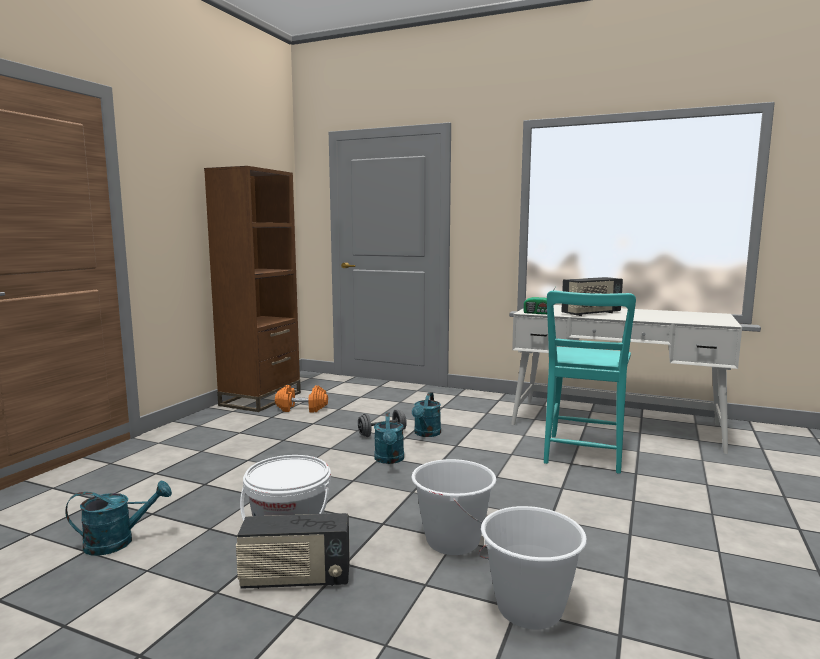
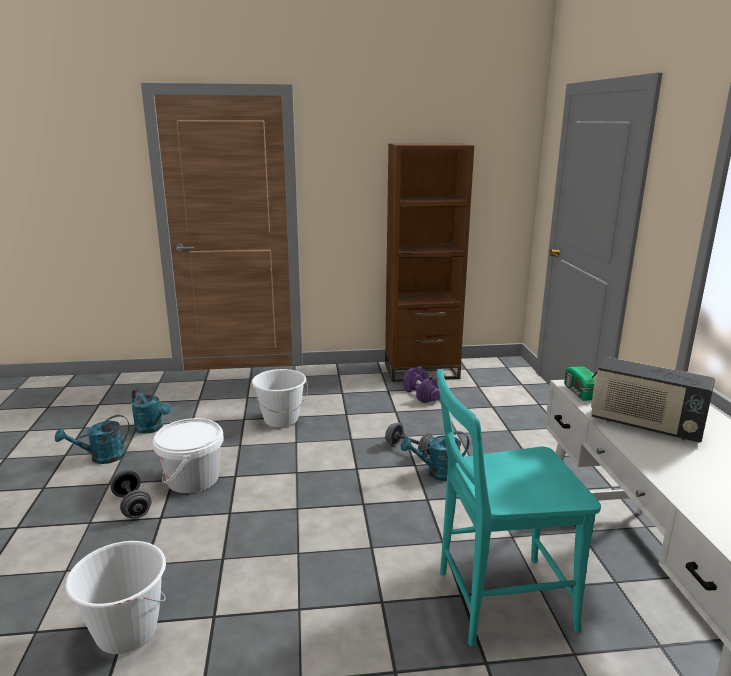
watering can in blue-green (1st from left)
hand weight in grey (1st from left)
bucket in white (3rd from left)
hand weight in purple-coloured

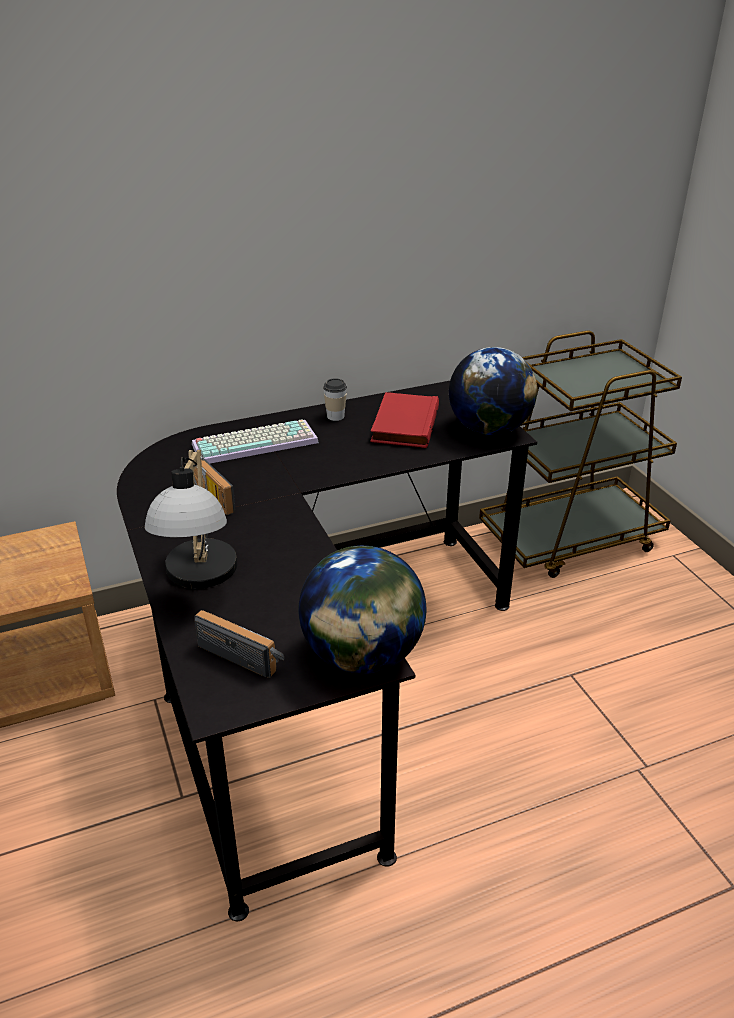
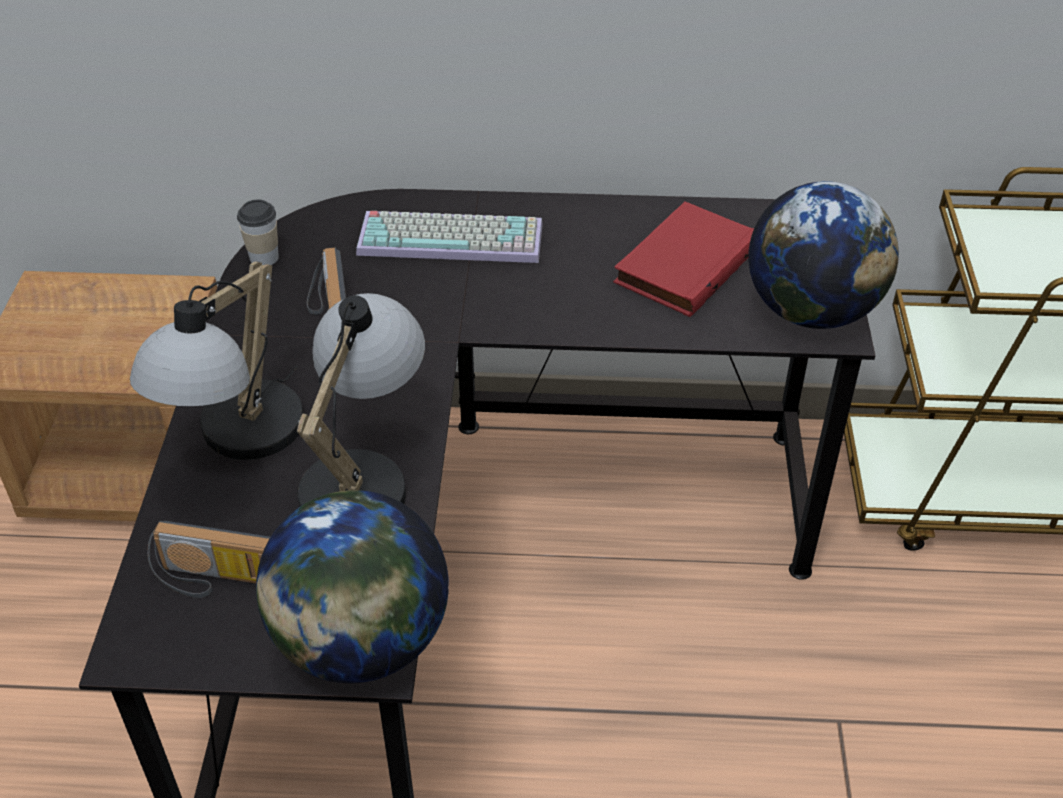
radio set (1st from left)
small cup
tabletop lamp (2nd from left)

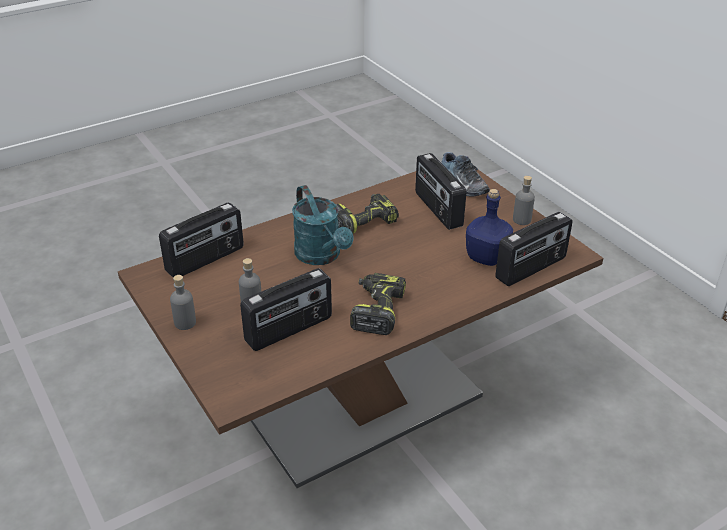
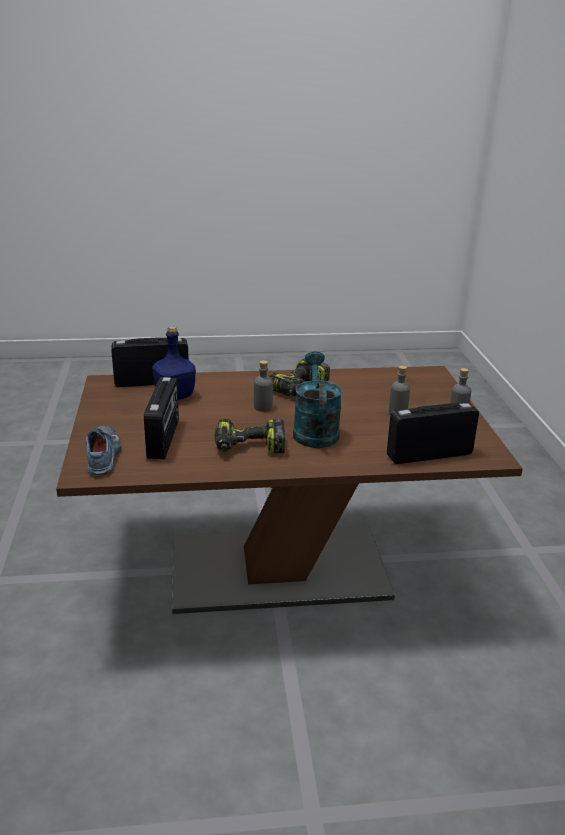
beverage bottle in grey (1st from left)
radio set (2nd from left in the first image)

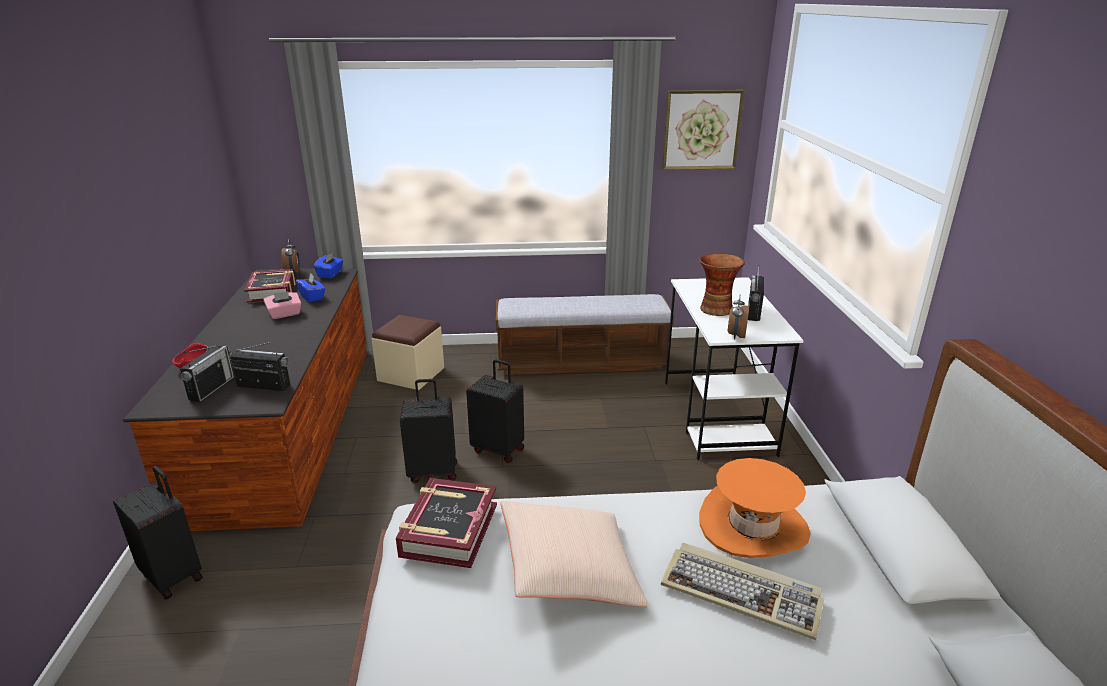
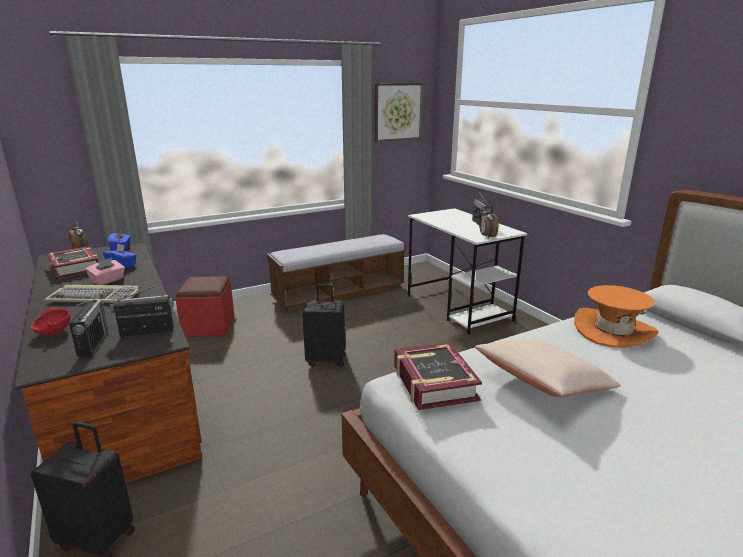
PC keyboard
pouffe in red-coloured
suitcase in black-coloured (2nd from left in the first image)
decorative vase

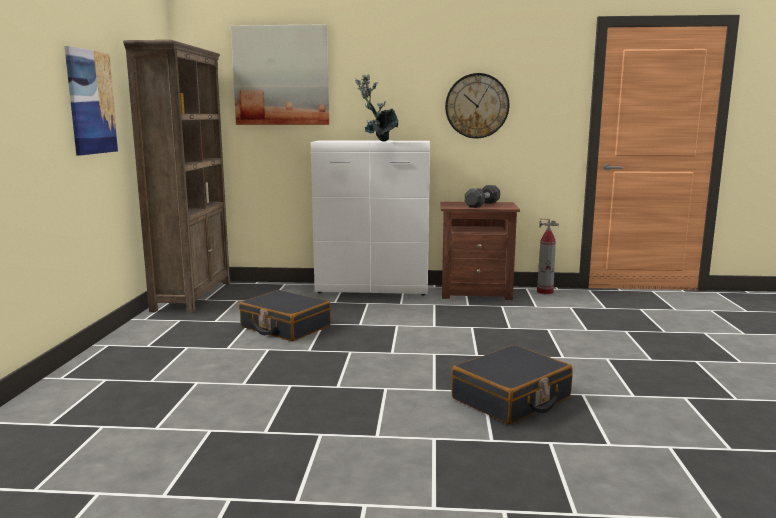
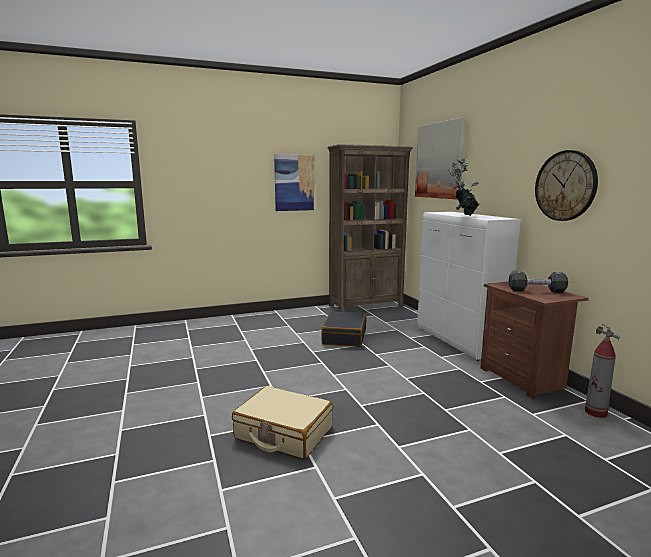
suitcase in beige-coloured

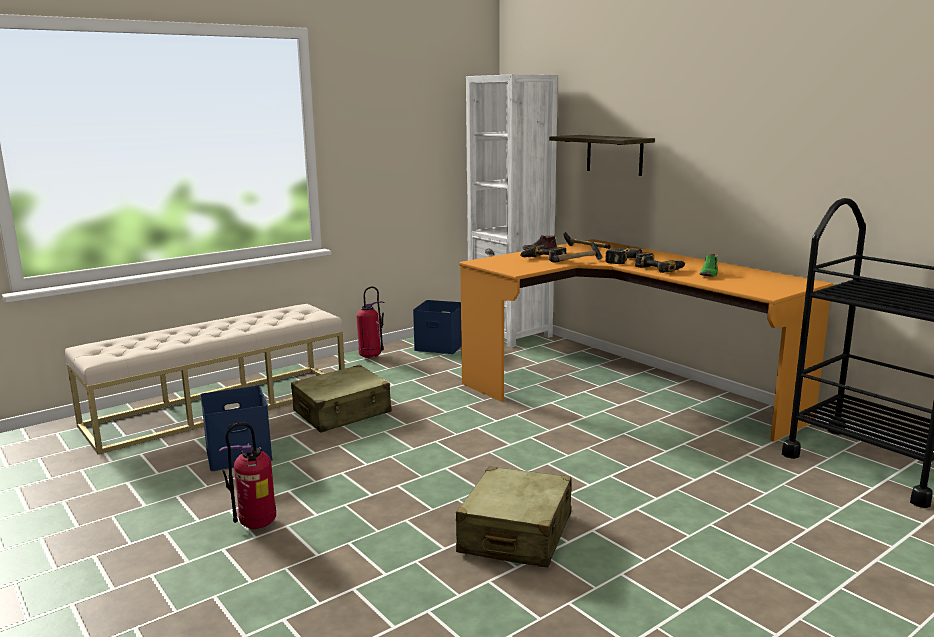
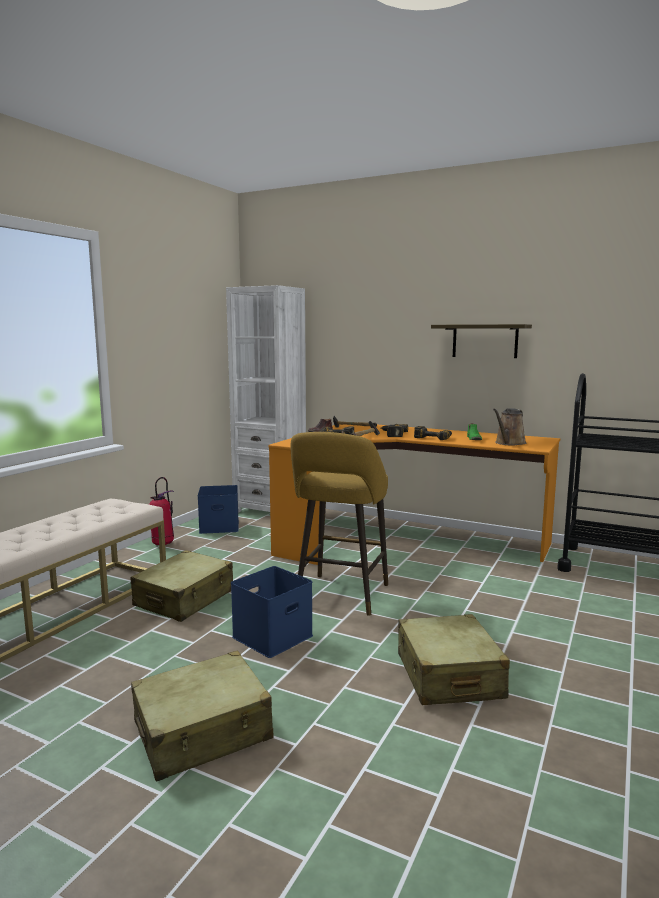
suitcase in beige-coloured (2nd from left)
storage container in blue-coloured (2nd from left)
sitting stool in yellow-coloured
wall shelf
watering can in brown

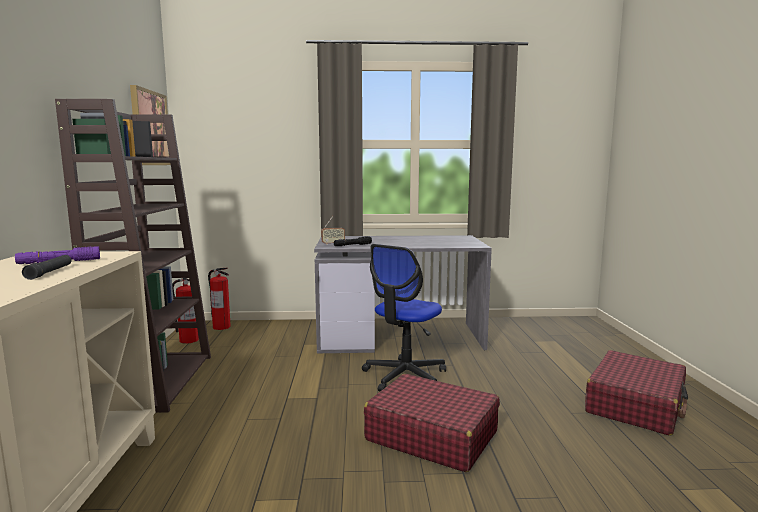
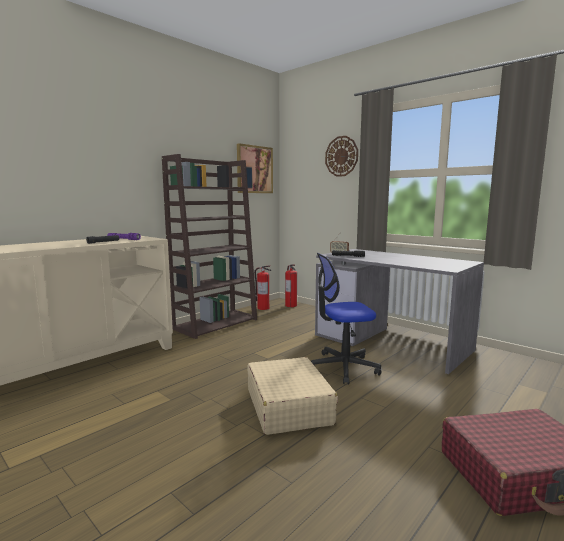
suitcase in beige-coloured
wall clock

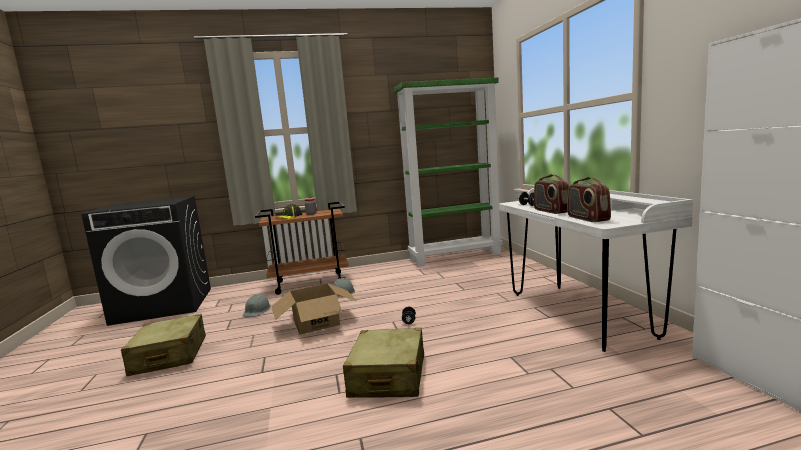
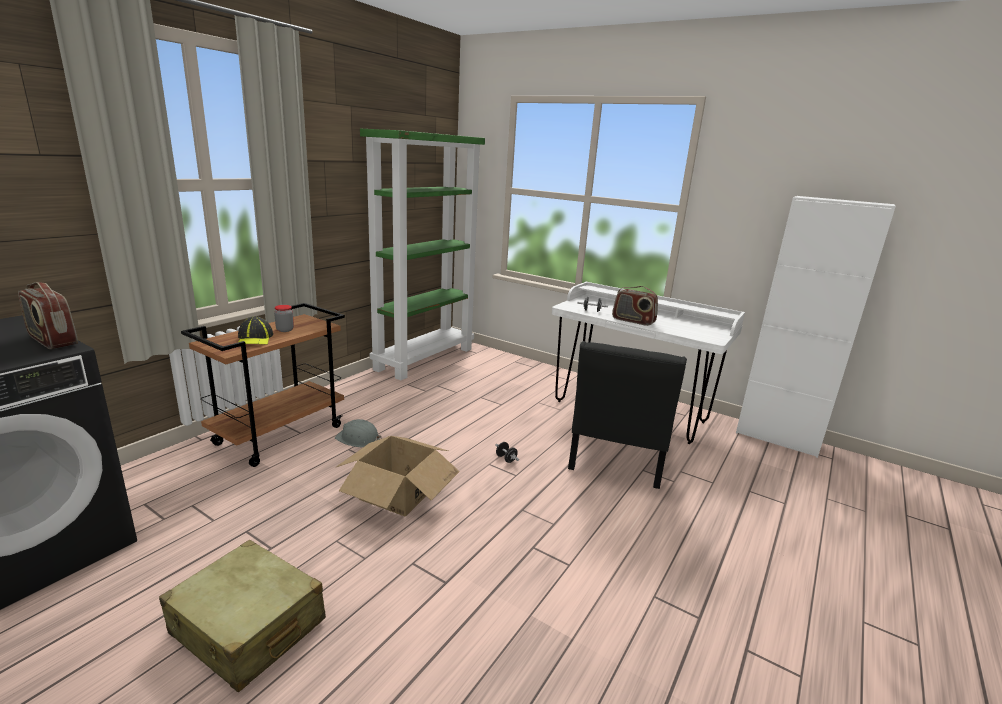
radio set (1st from left)
chair in black-coloured
work helmet in grey (1st from left in the first image)
suitcase in beige-coloured (2nd from left in the first image)

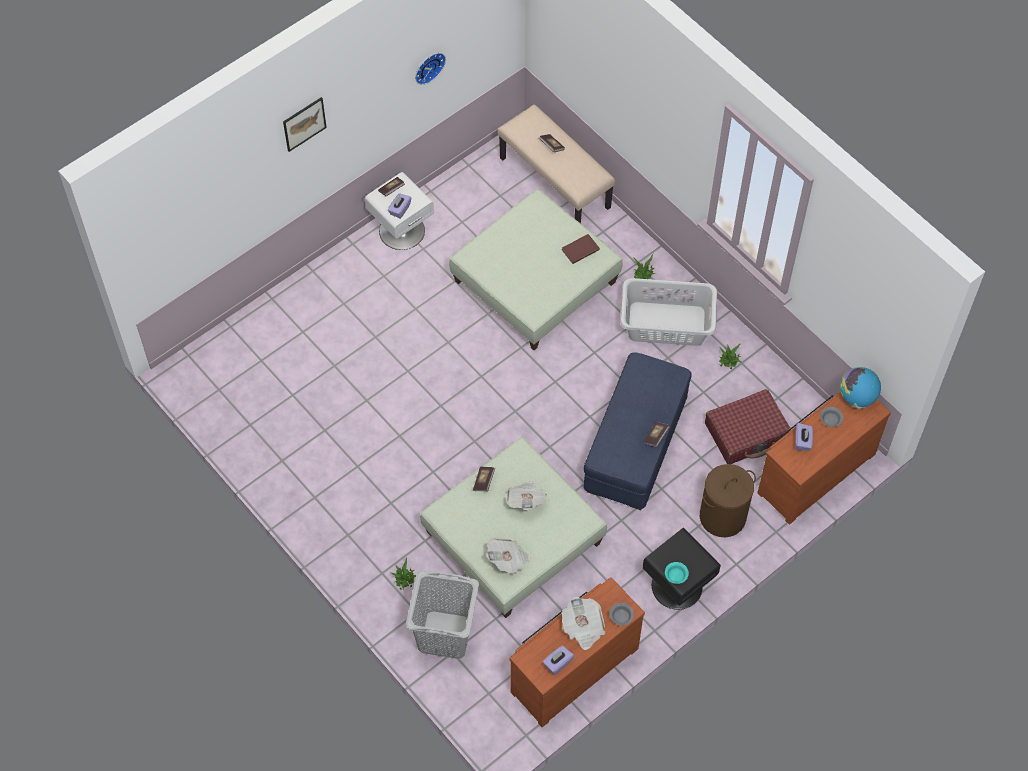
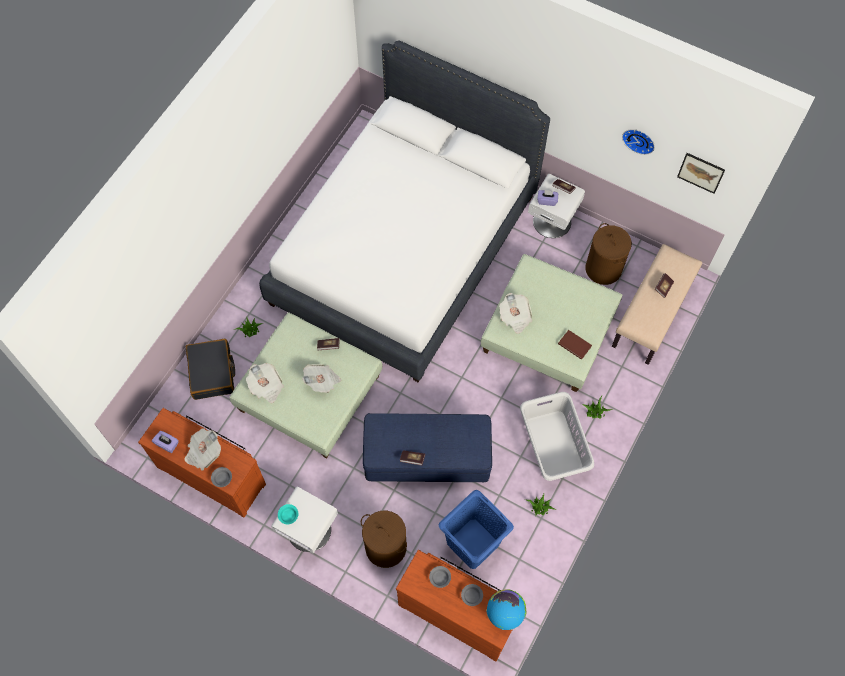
suitcase in black-coloured
bedroom bed in white
night table in white (1st from left)
bowl in grey (2nd from left)
washing basket in blue-coloured
newspaper (4th from left)
washing basket in brown (2nd from left)
picture

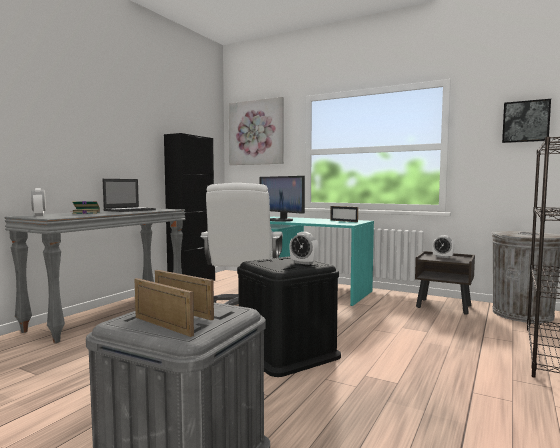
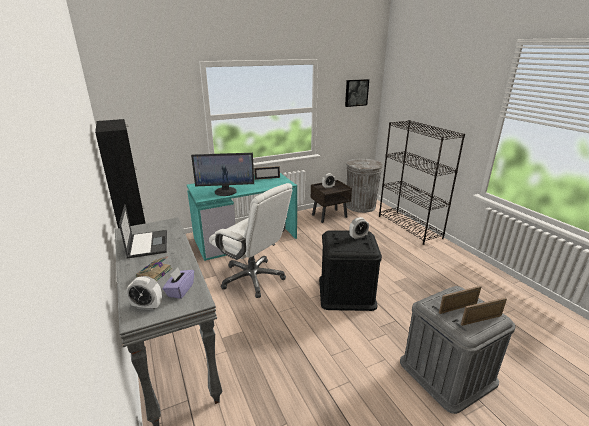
box of tissues in purple-coloured
picture (1st from left in the first image)

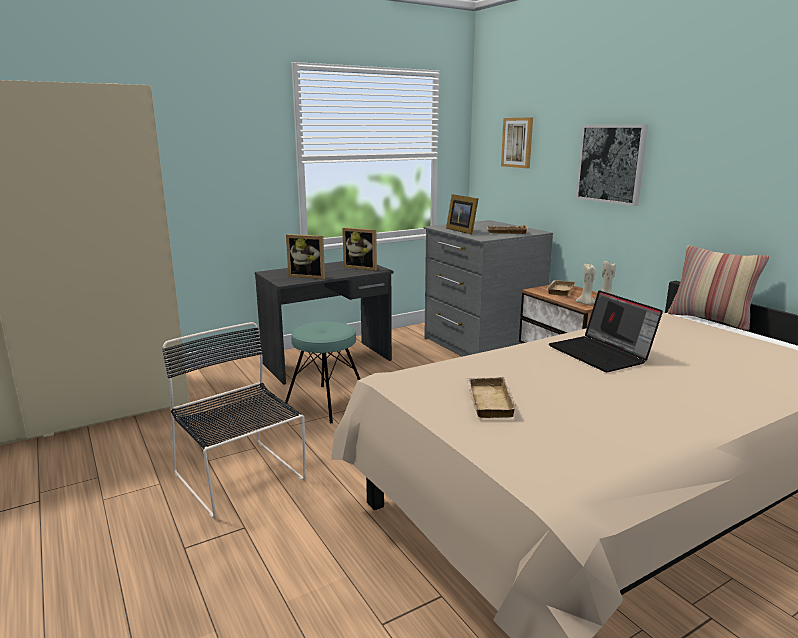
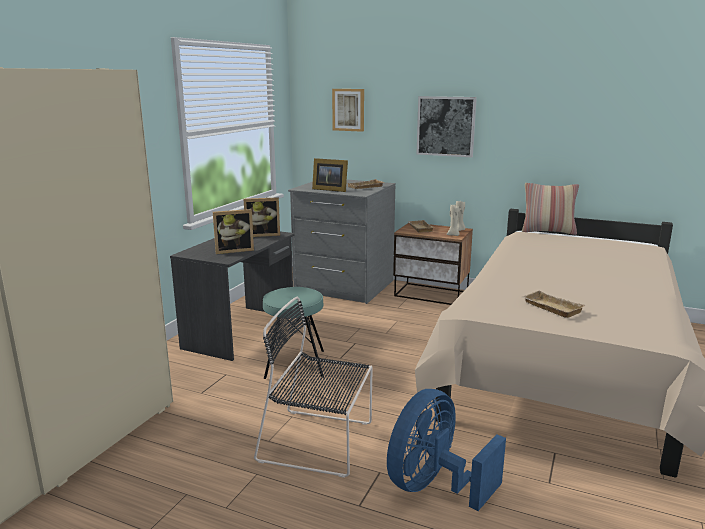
electric fan in blue-coloured
laptop

